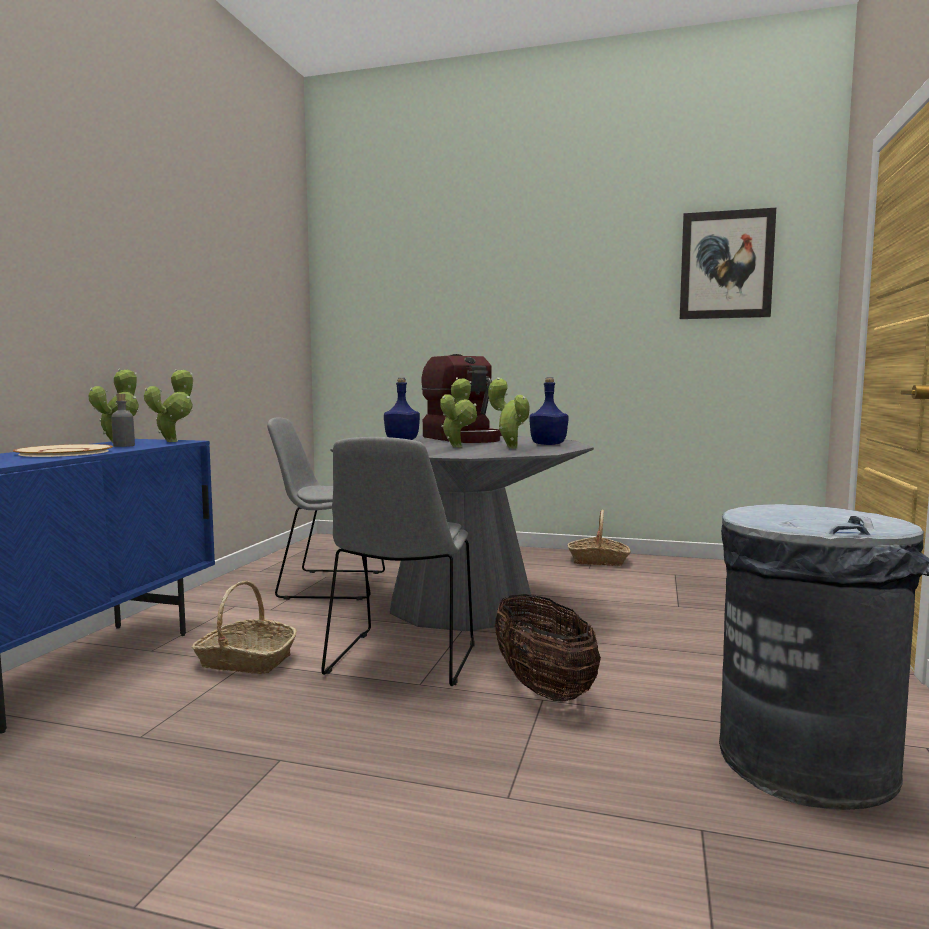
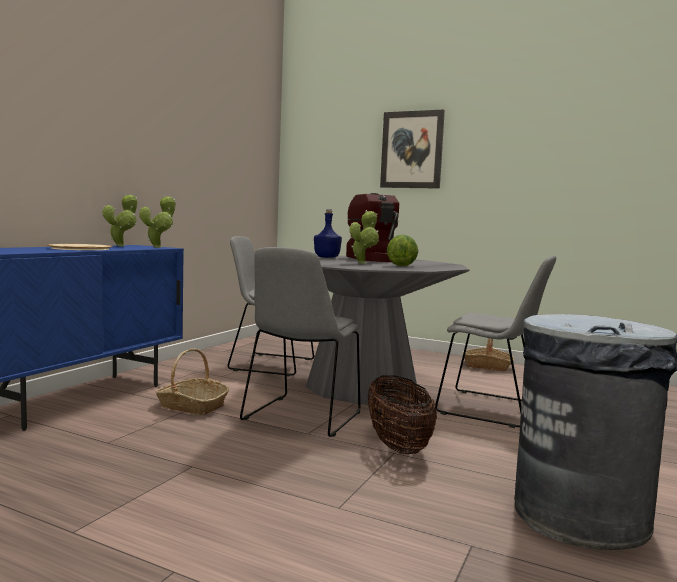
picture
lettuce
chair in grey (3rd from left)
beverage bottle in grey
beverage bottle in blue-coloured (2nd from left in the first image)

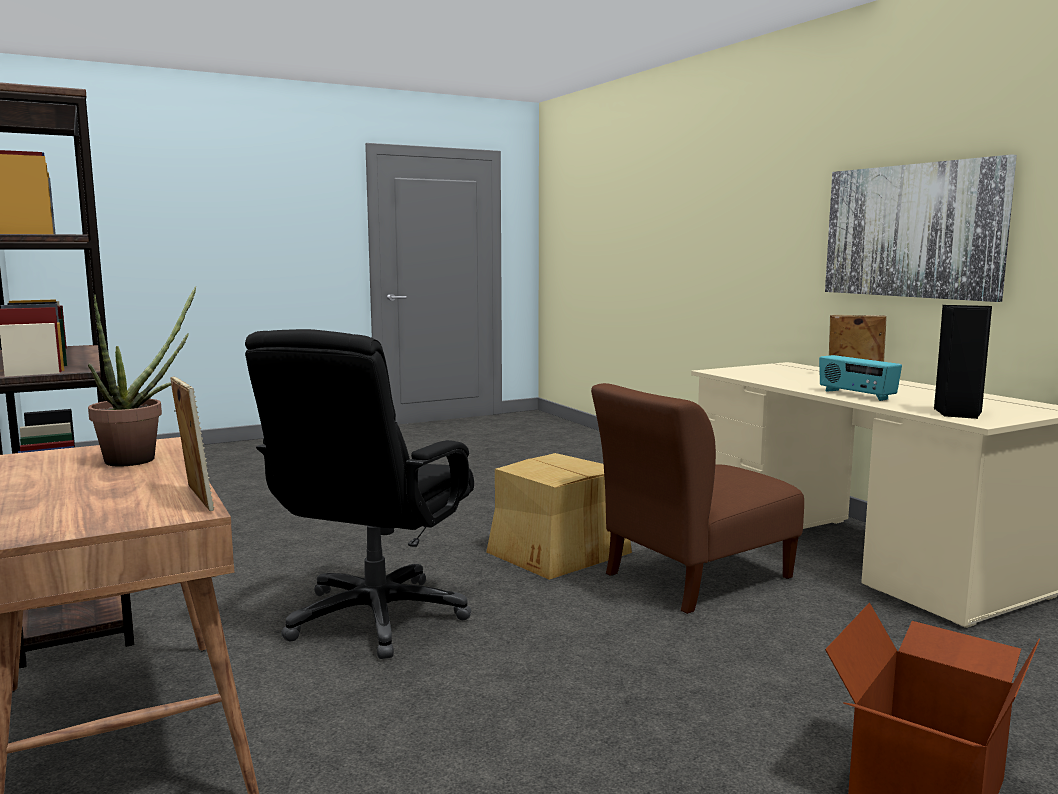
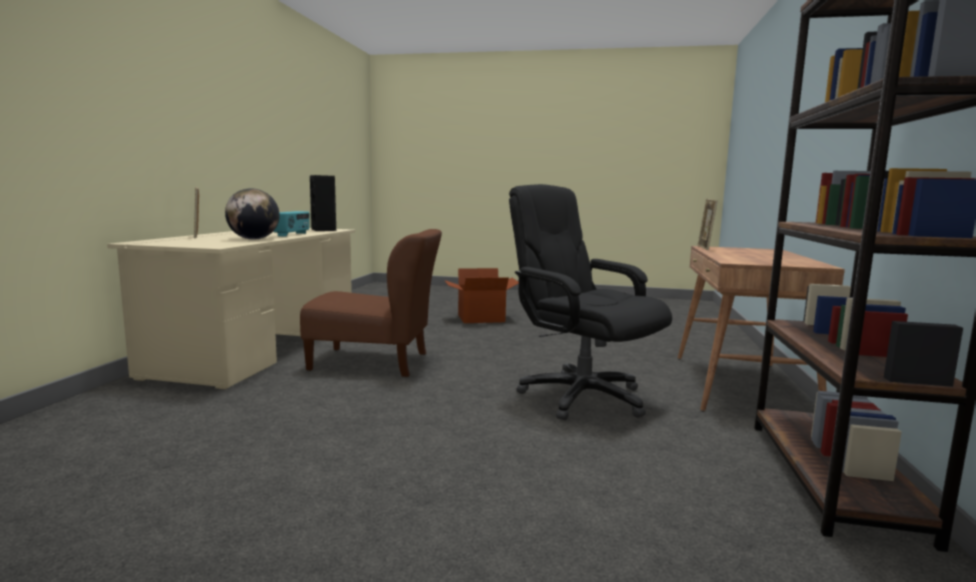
globe
computer chair in black-coloured
houseplant
cardboard box (1st from left in the first image)
picture

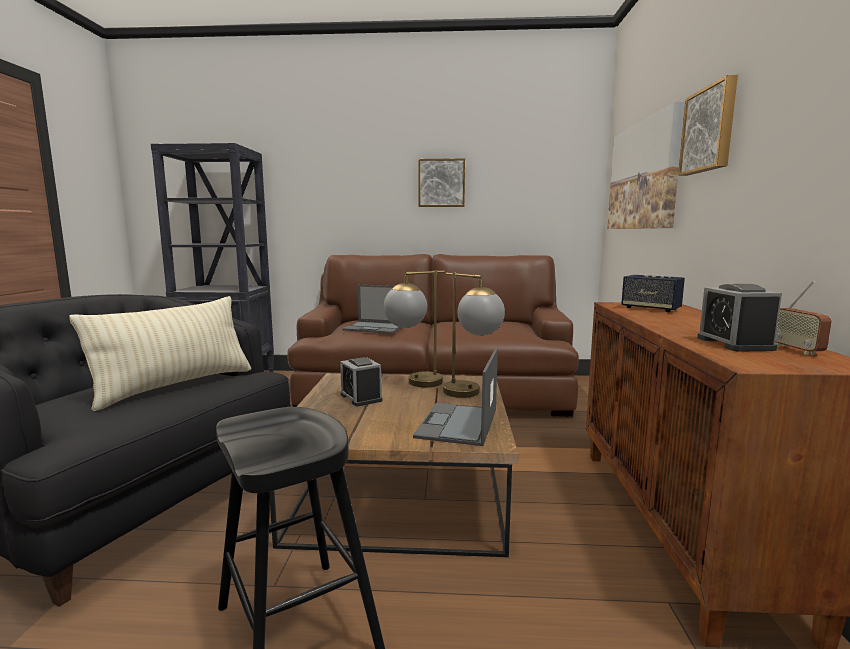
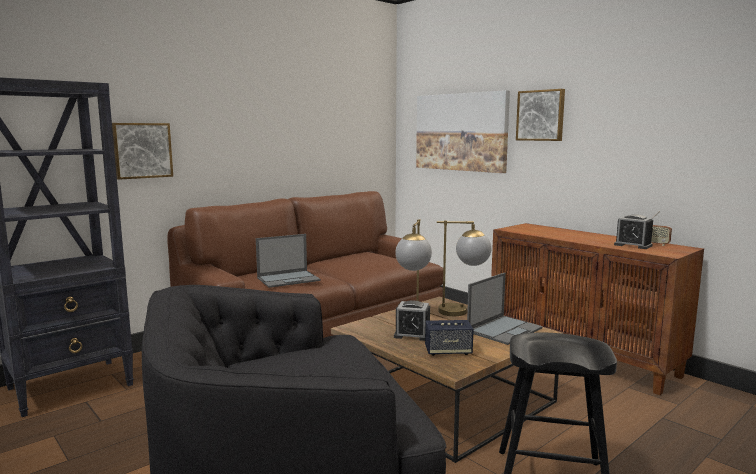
picture (1st from left)
audio speaker
laptop (2nd from left)
pillow in beige-coloured

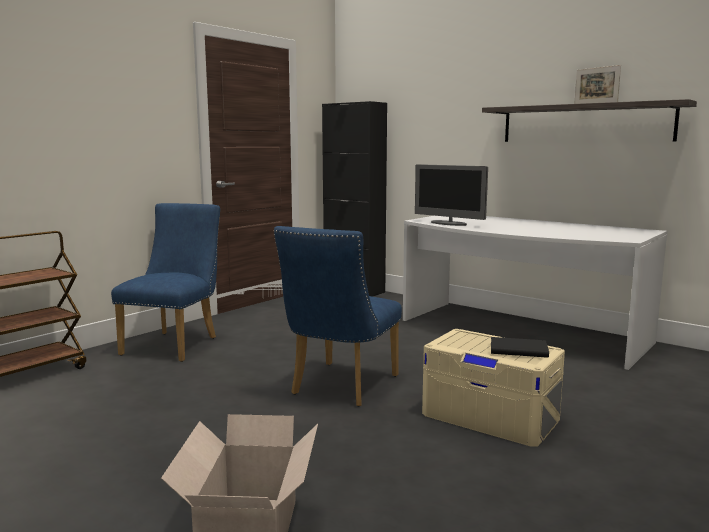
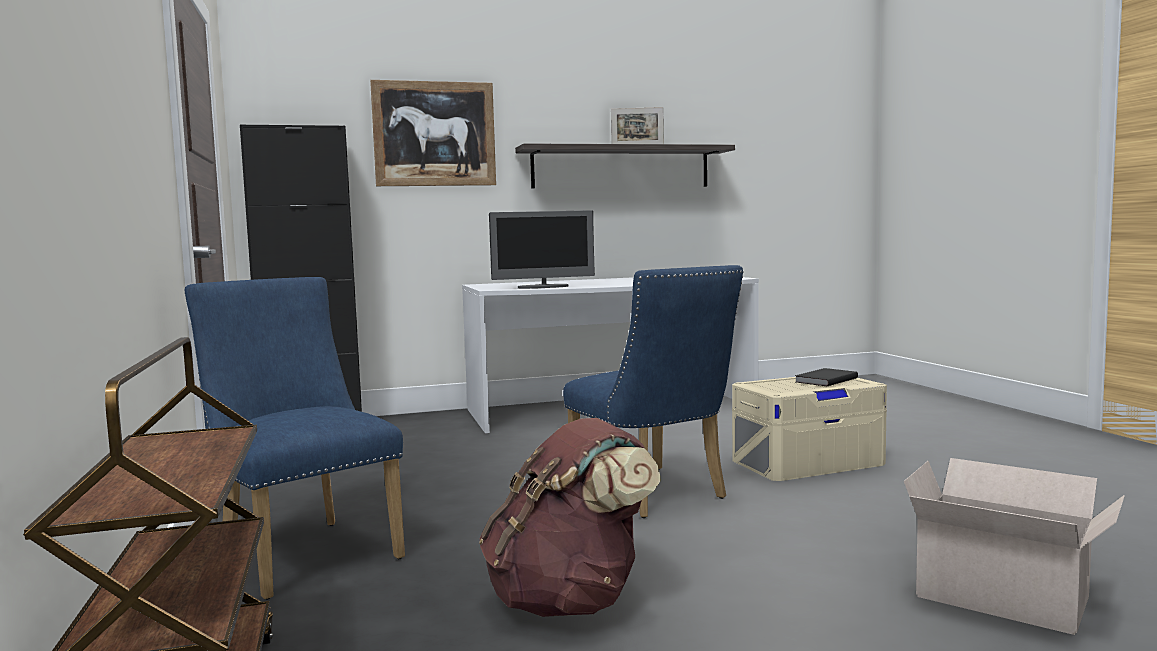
picture
rucksack in brown

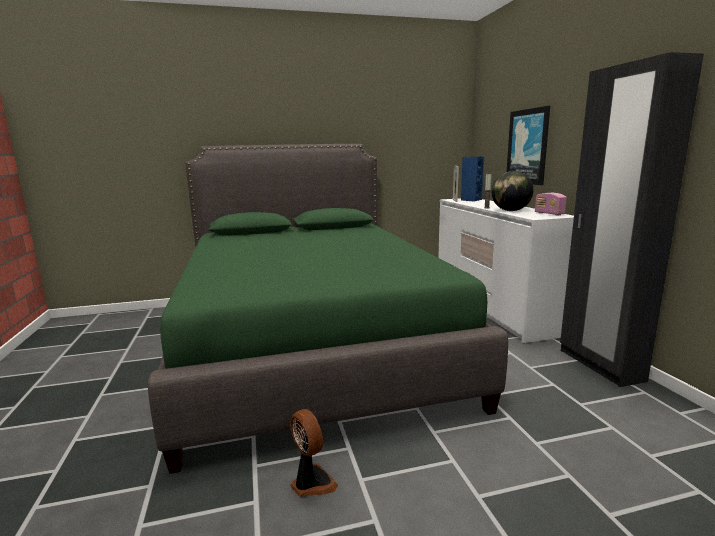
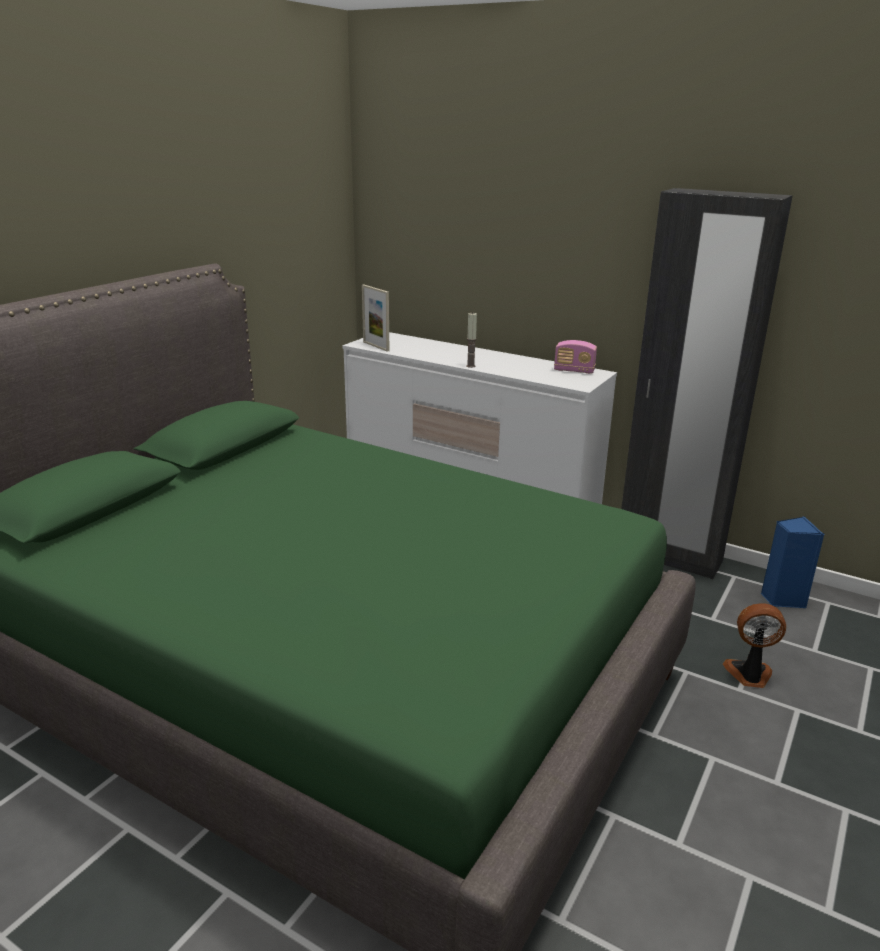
electric fan
audio speaker in blue-coloured
globe
picture

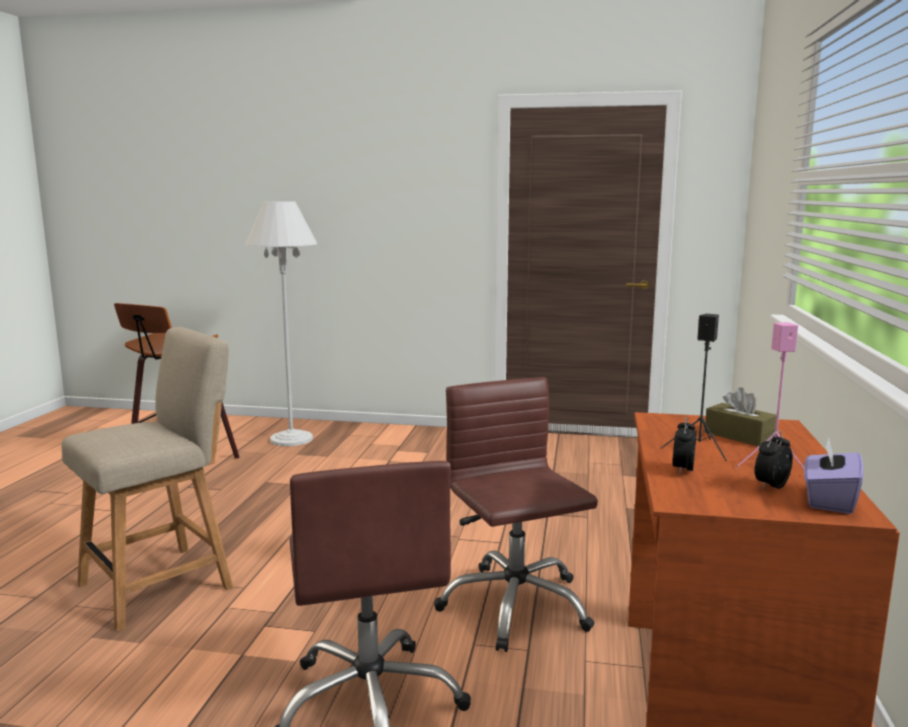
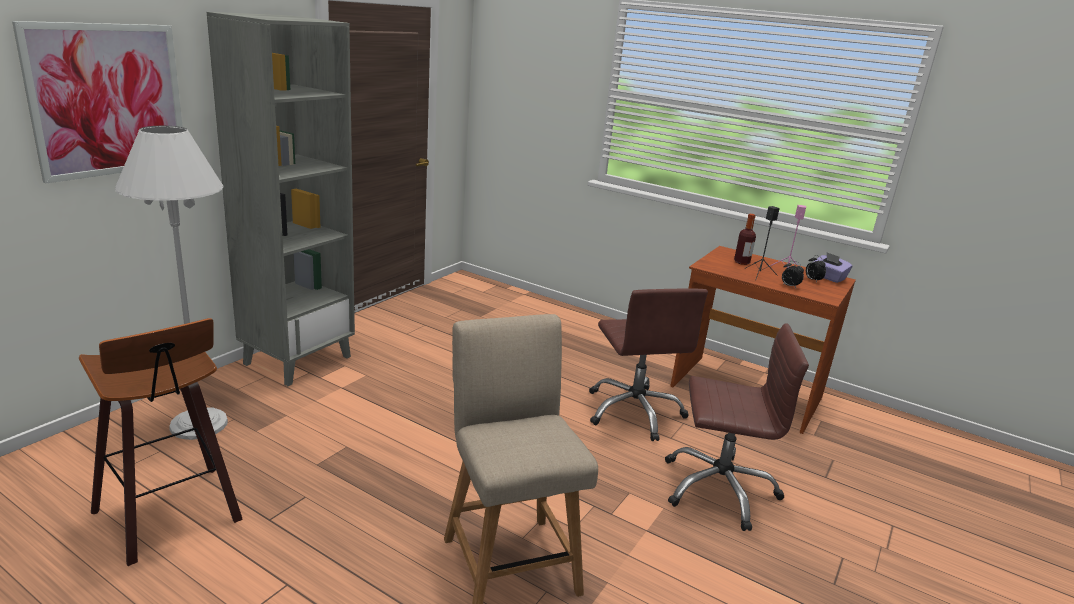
picture
bookcase in grey
computer chair in brown (1st from left)
beverage bottle

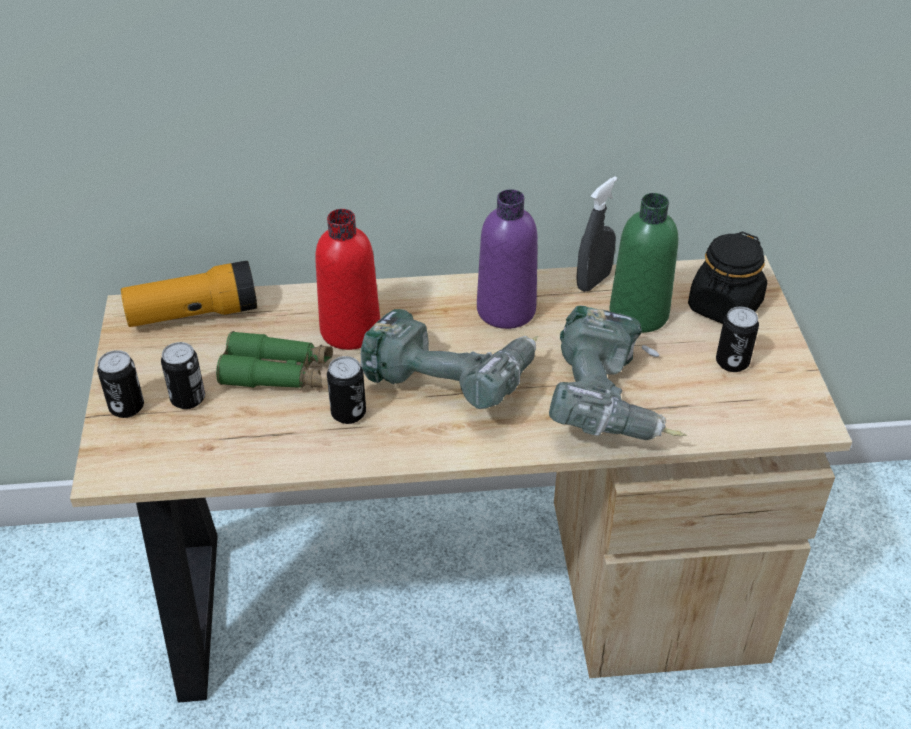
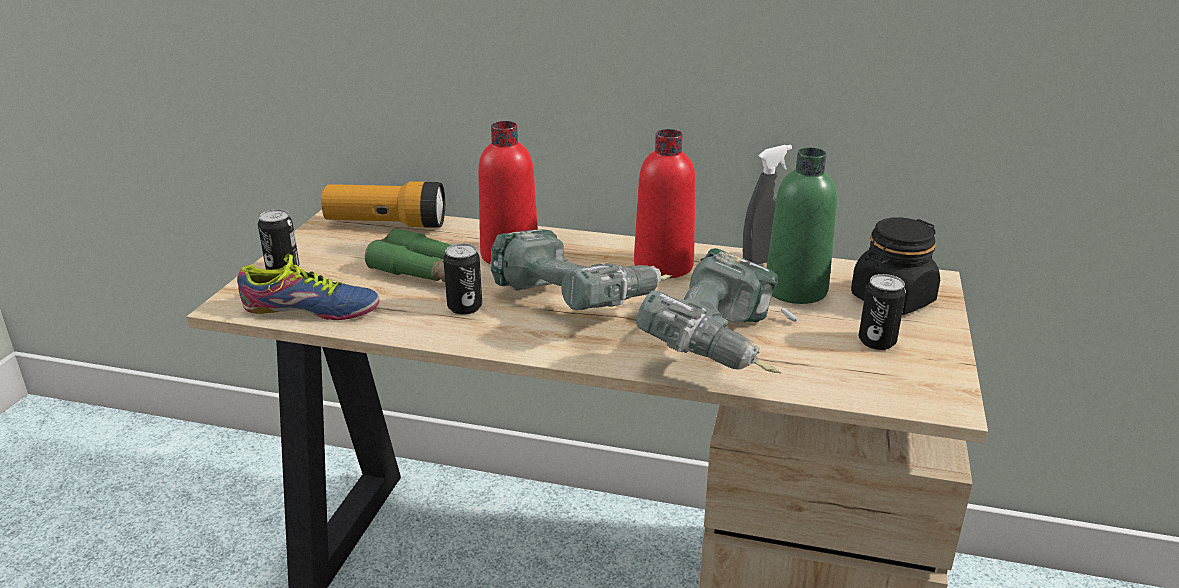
low shoe
beverage bottle in red-coloured (2nd from left)
metal can (2nd from left in the first image)

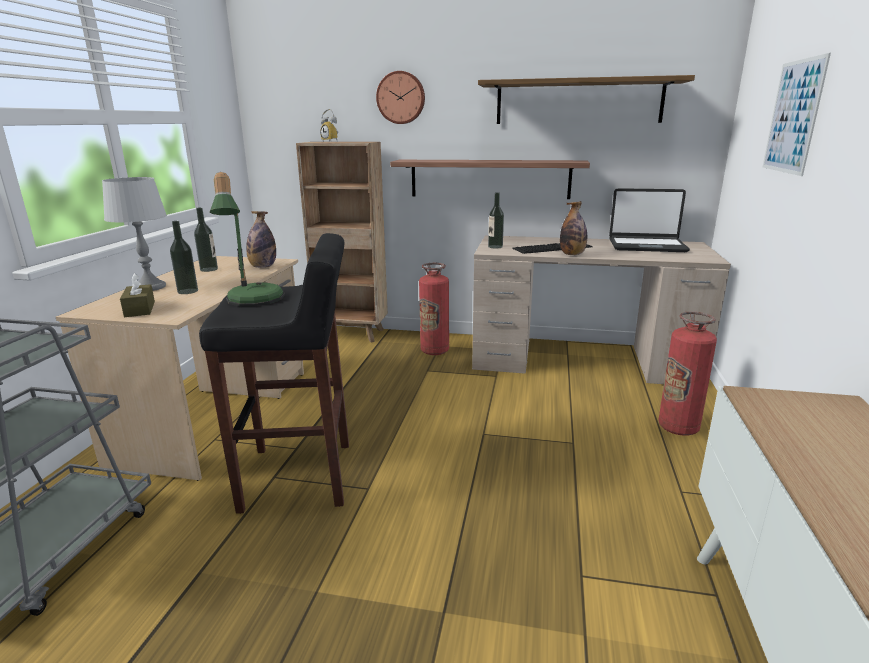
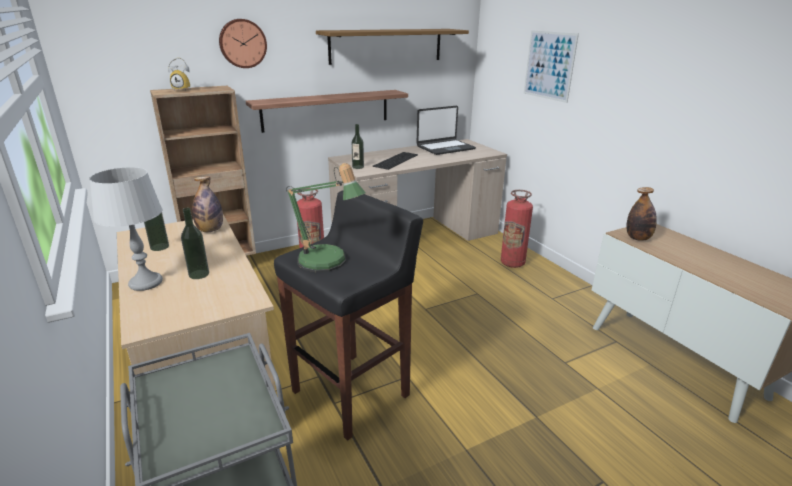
beverage bottle (5th from left)
box of tissues in brown

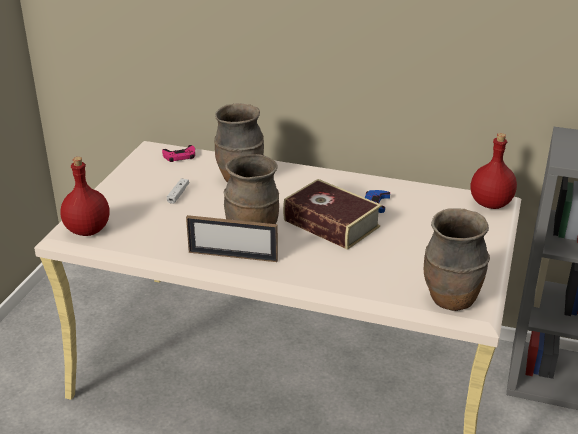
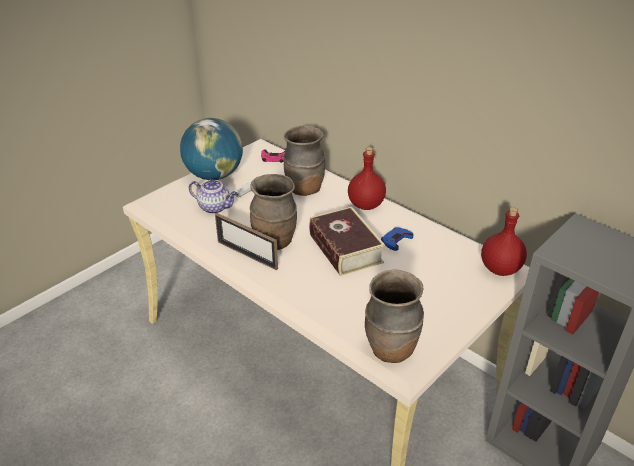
globe
tea pot
beverage bottle in red-coloured (1st from left)

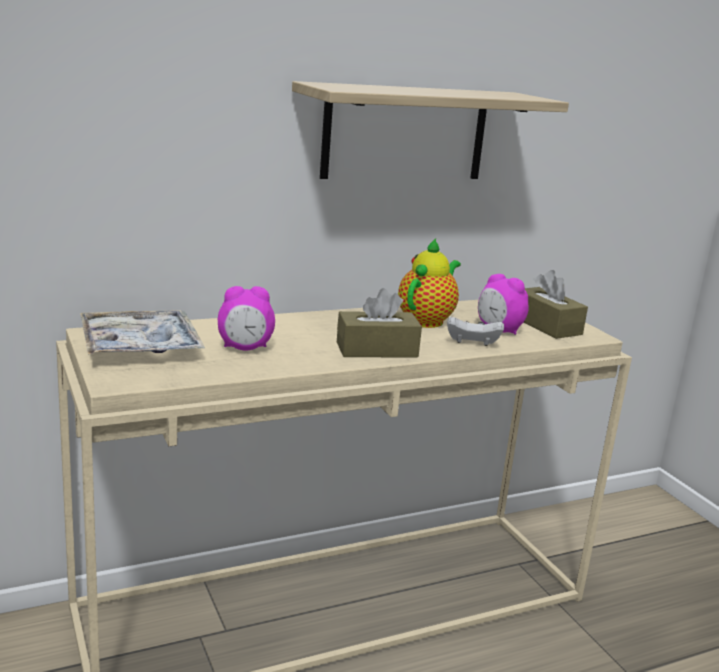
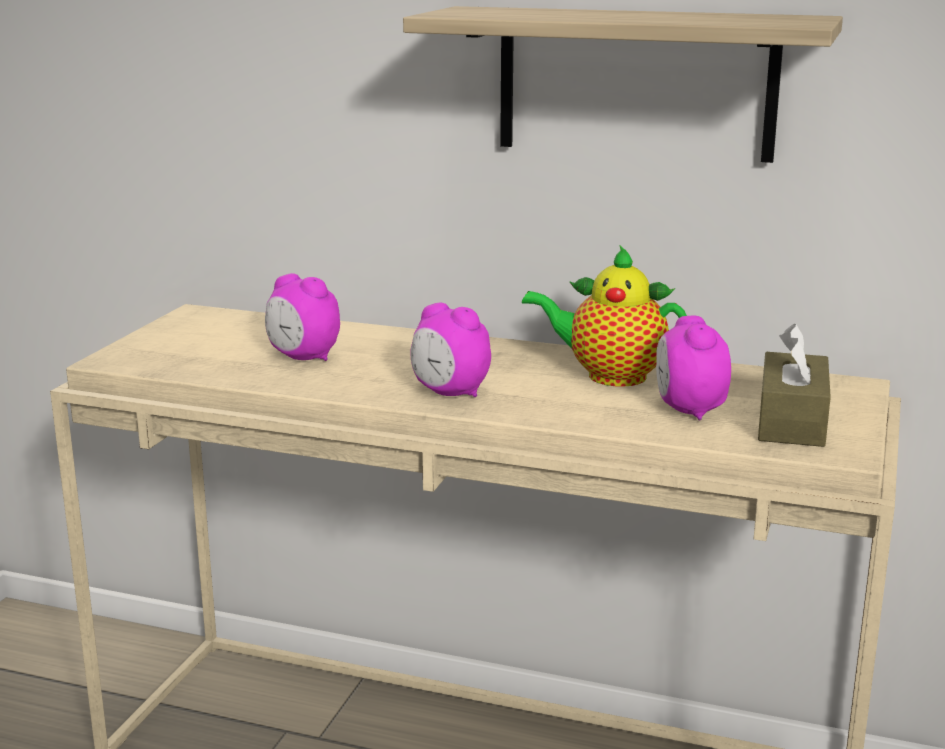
table clock (2nd from left)
tea pot
serving tray
joypad in white

